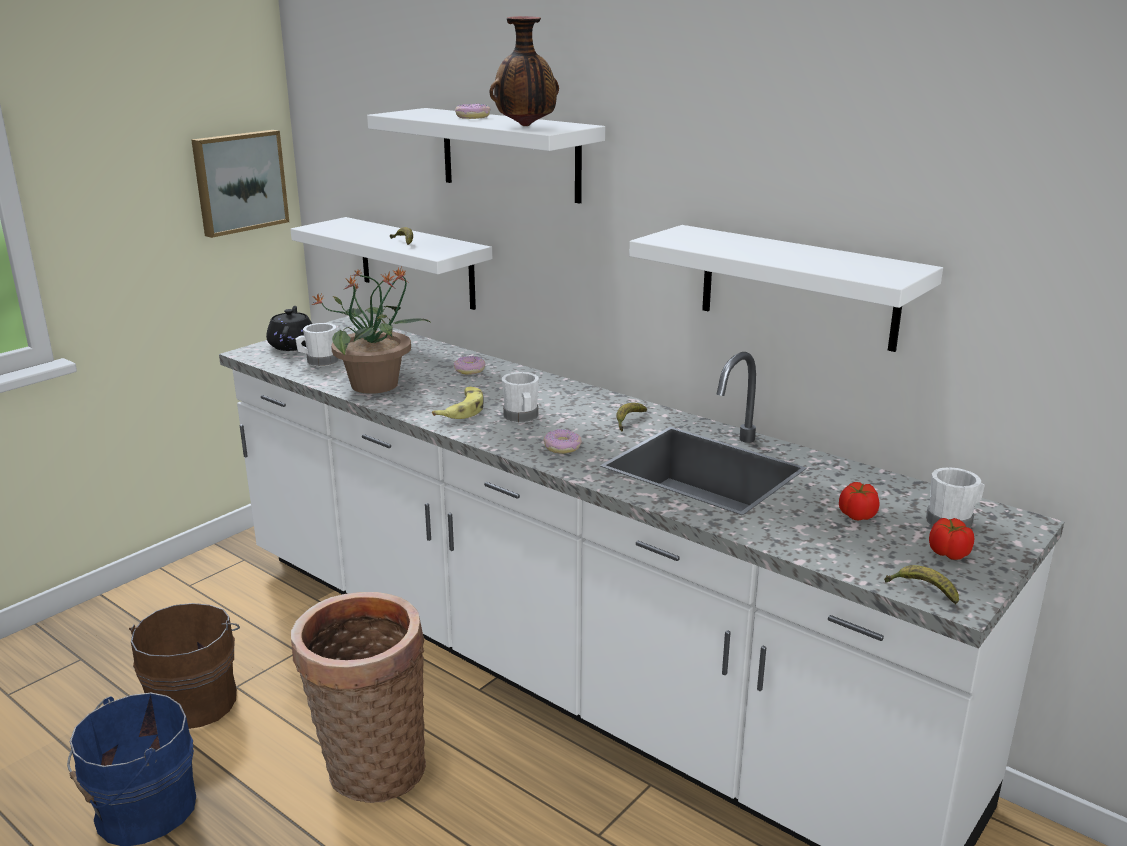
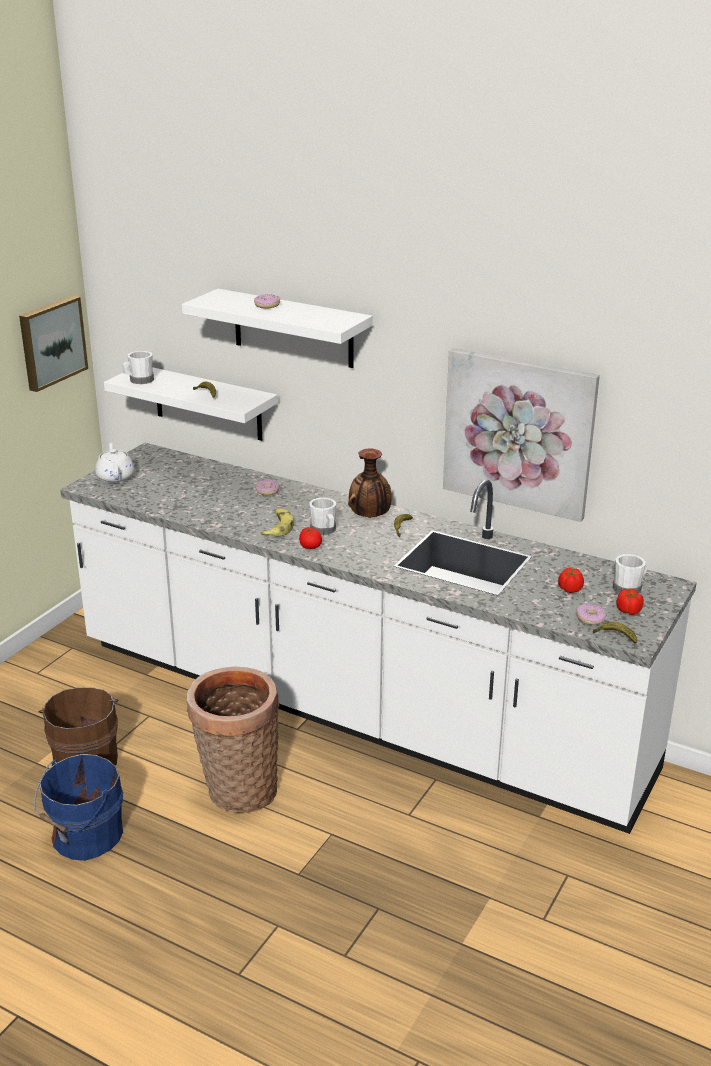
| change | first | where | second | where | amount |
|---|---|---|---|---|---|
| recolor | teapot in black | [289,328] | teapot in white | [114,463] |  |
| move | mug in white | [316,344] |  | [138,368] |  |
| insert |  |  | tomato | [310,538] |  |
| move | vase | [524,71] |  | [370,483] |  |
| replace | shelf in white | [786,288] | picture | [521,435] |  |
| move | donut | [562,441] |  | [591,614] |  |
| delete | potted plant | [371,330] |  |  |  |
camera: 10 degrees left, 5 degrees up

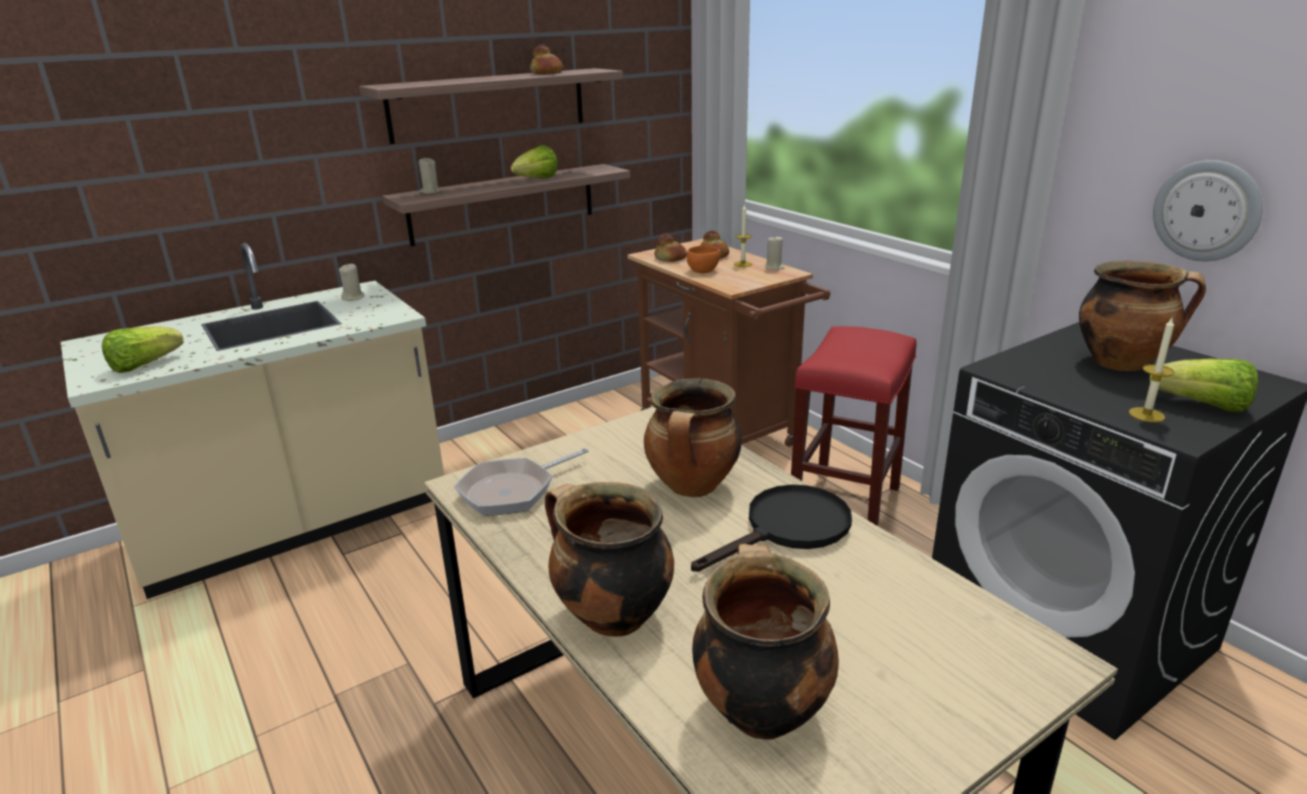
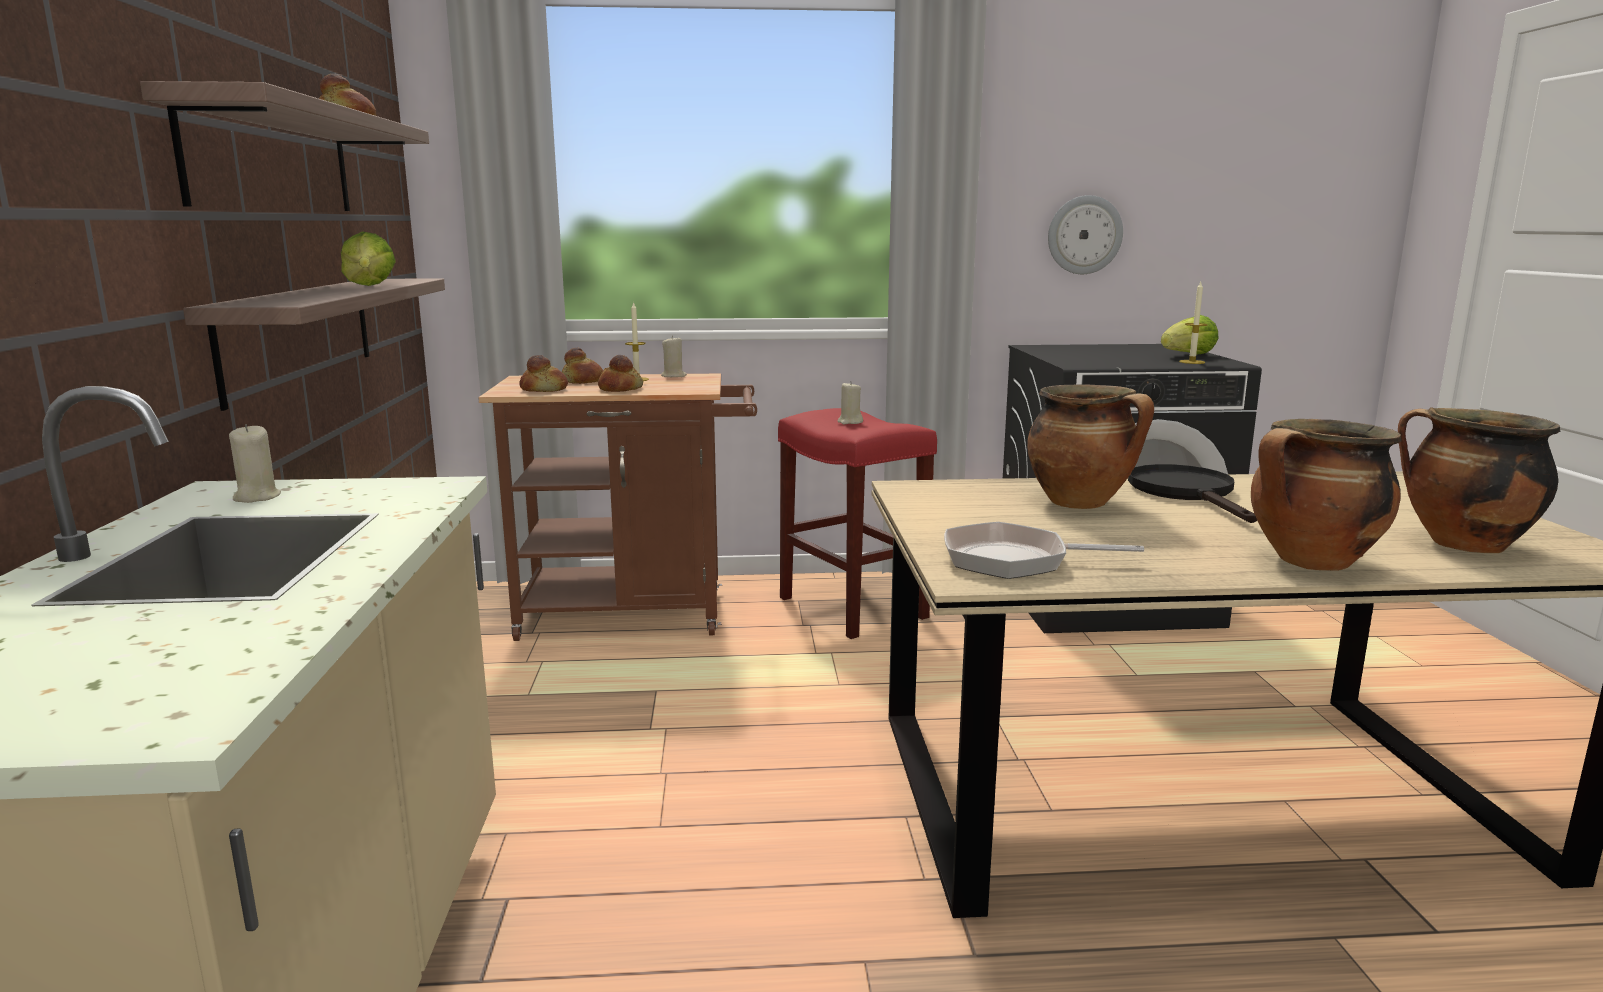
| change | first | where | second | where | amount |
|---|---|---|---|---|---|
| replace | bowl in orange | [703,259] | bread | [620,373] |  |
| move | candle in beige | [430,176] |  | [850,402] |  |
| rotate | frying pan | [521,482] |  | [1044,550] | 105 degrees clockwise |
| delete | lettuce | [143,349] |  |  |  |
| delete | cooking pot | [1142,316] |  |  |  |
camera: 60 degrees left, 10 degrees down

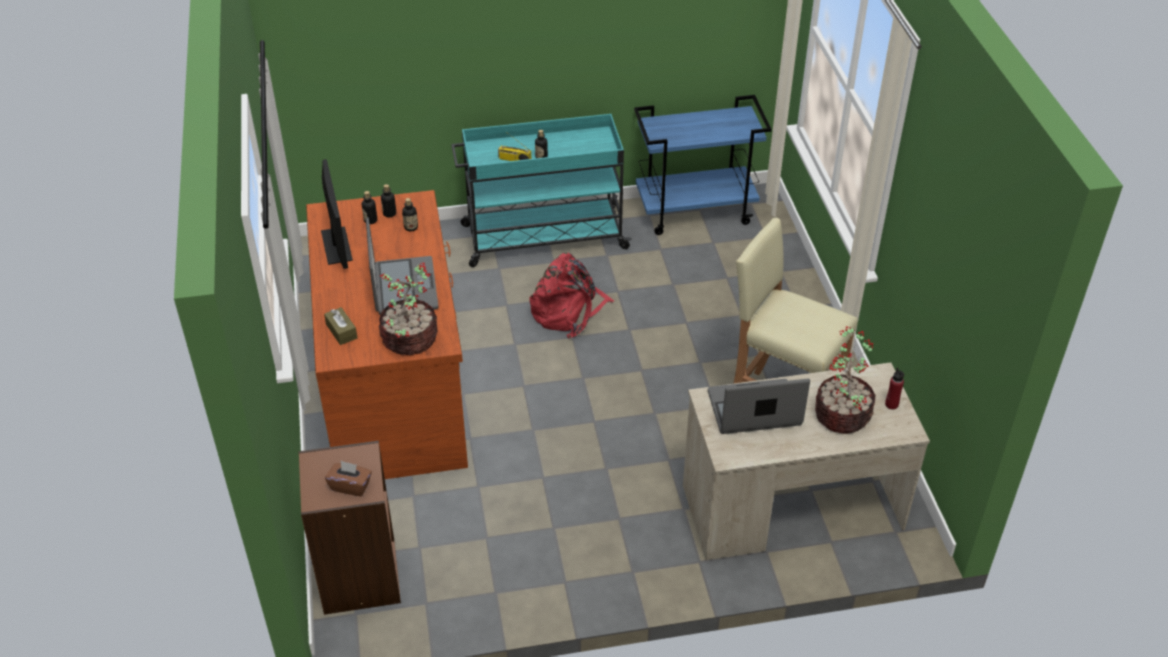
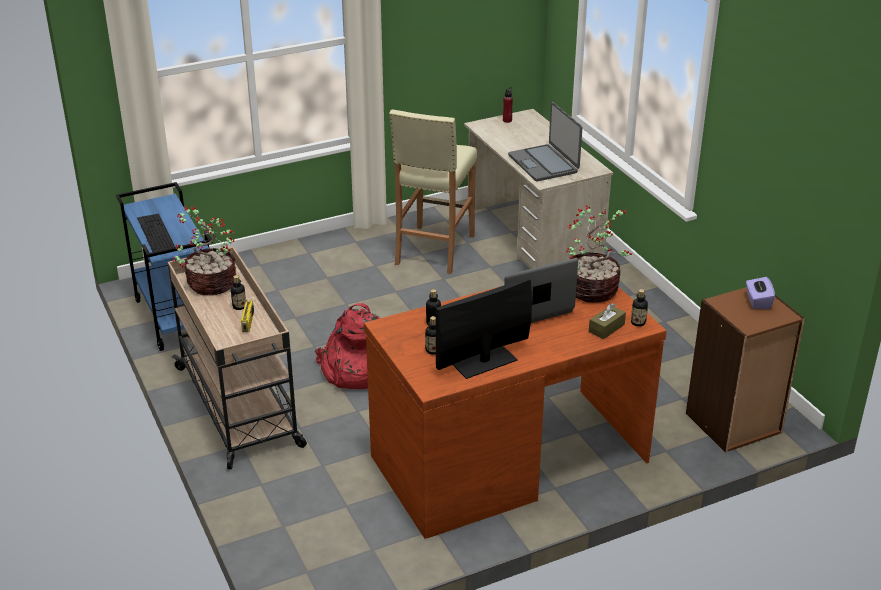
| change | first | where | second | where | amount |
|---|---|---|---|---|---|
| insert |  |  | keyboard | [156,232] |  |
| recolor | cart in turquoise | [541,190] | cart in beige | [237,358] |  |
| move | potted plant | [845,380] |  | [204,251] |  |
| move | bottle | [388,200] |  | [639,308] |  |
| recolor | tissue box in brown | [348,478] | tissue box in purple | [760,293] |  |
camera: 105 degrees left, 10 degrees down

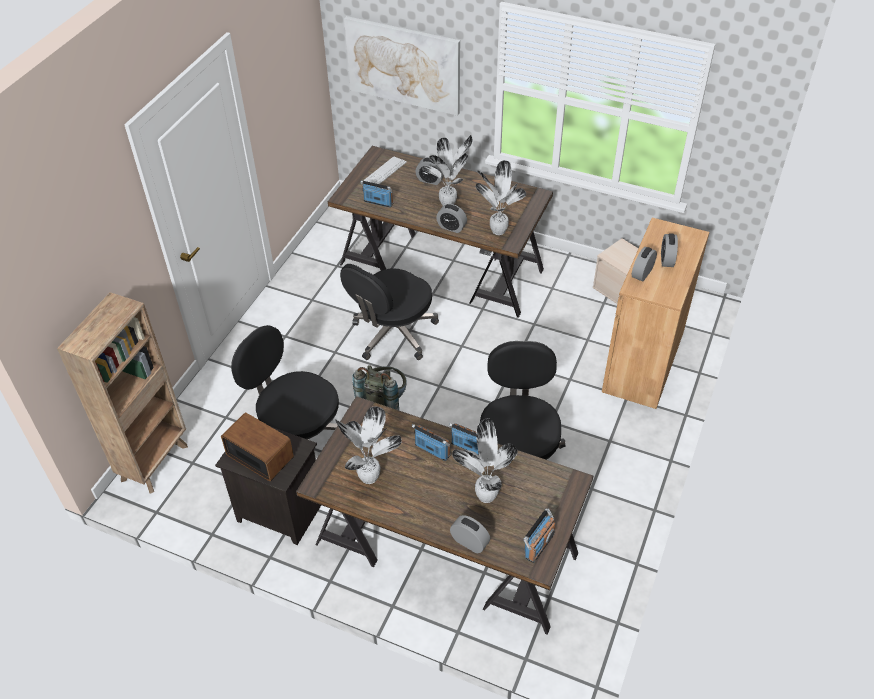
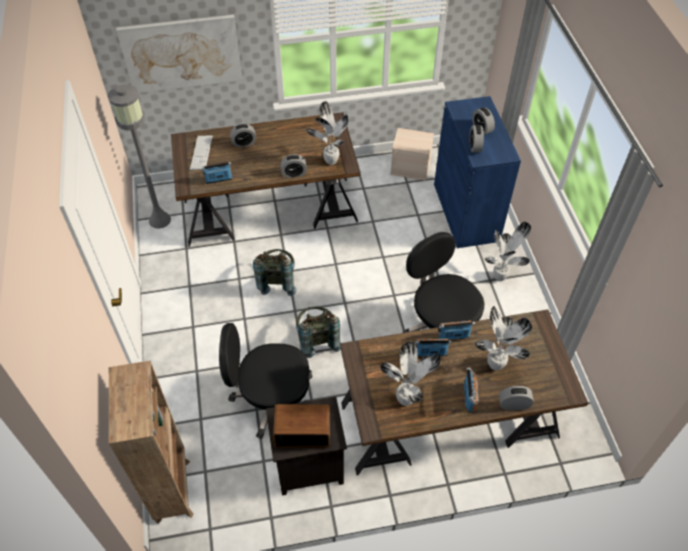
| change | first | where | second | where | amount |
|---|---|---|---|---|---|
| insert |  |  | floor lamp in grey | [139,157] |  |
| replace | office chair in black | [389,312] | backpack in grey | [275,272] |  |
| recolor | cabinet in brown | [656,313] | cabinet in blue | [477,172] |  |
| move | radio | [539,535] |  | [471,390] |  |
| move | potted plant | [447,170] |  | [508,251] |  |
camera: 35 degrees left, 5 degrees up

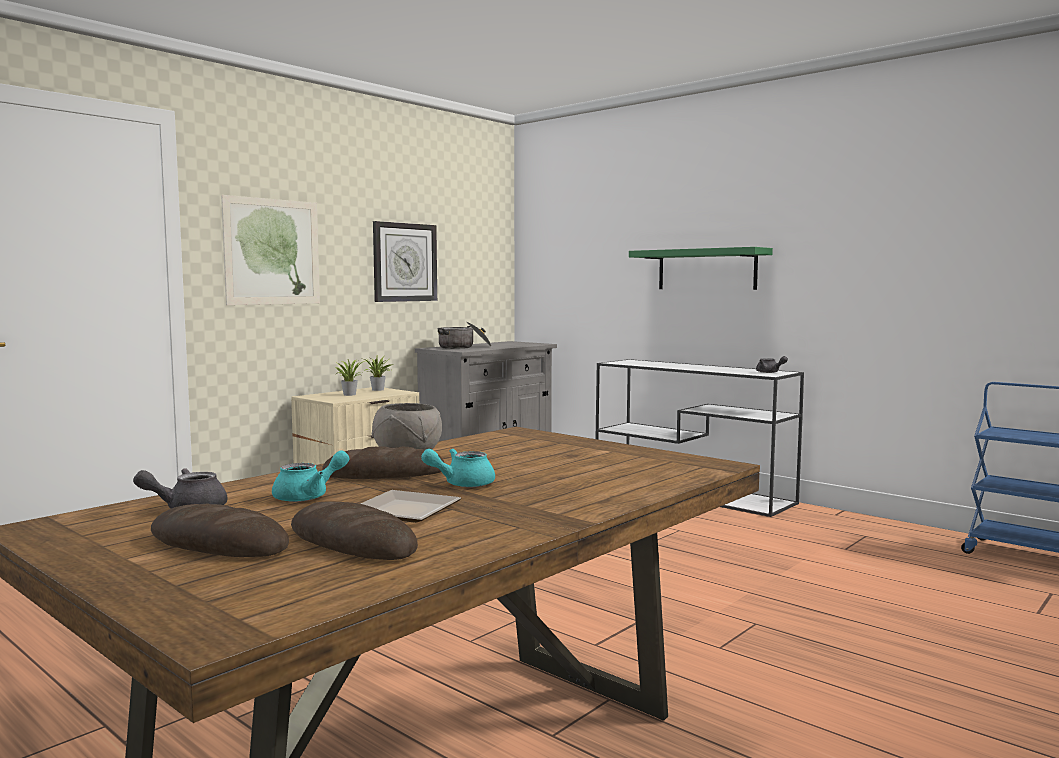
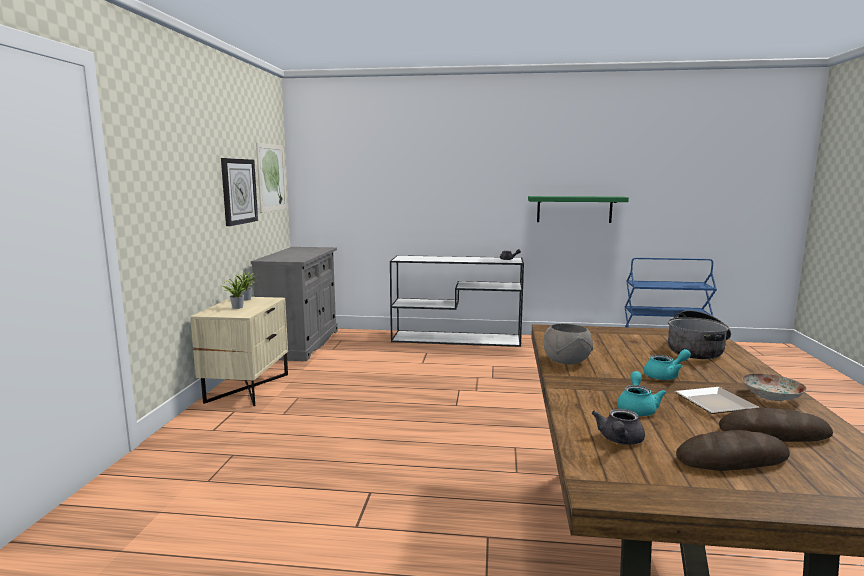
| change | first | where | second | where | amount |
|---|---|---|---|---|---|
| move | picture | [270,250] |  | [271,177] |  |
| move | shelf in green | [701,268] |  | [578,209] |  |
| rotate | teapot in turquoise | [458,467] |  | [667,364] | 135 degrees counterclockwise |
| move | cooking pot | [464,335] |  | [699,334] |  |
| insert |  |  | plate | [774,387] |  |
| delete | bread | [383,462] |  |  |  |
camera: 35 degrees left, 5 degrees up

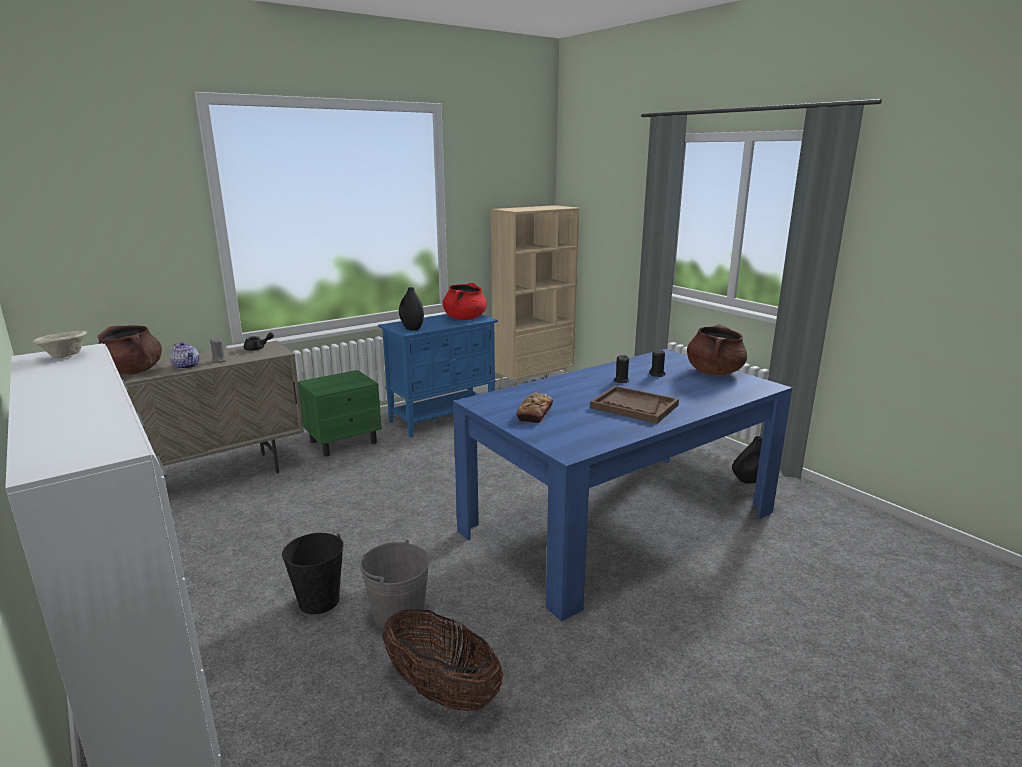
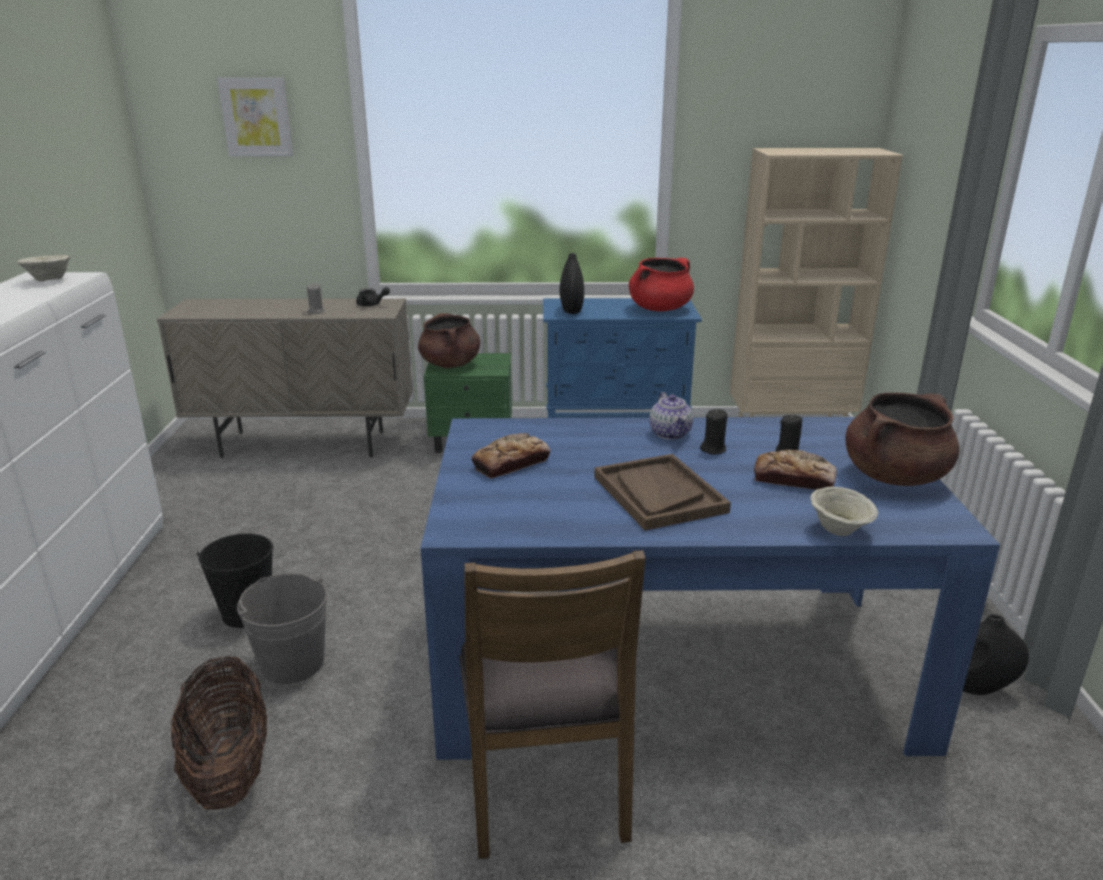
| change | first | where | second | where | amount |
|---|---|---|---|---|---|
| insert |  |  | picture | [255,116] |  |
| move | cooking pot in brown | [129,350] |  | [449,340] |  |
| insert |  |  | chair in brown | [552,704] |  |
| move | teapot | [184,355] |  | [671,416] |  |
| insert |  |  | bread | [795,470] |  |
| insert |  |  | bowl in beige | [844,511] |  |
camera: 35 degrees right, 5 degrees up

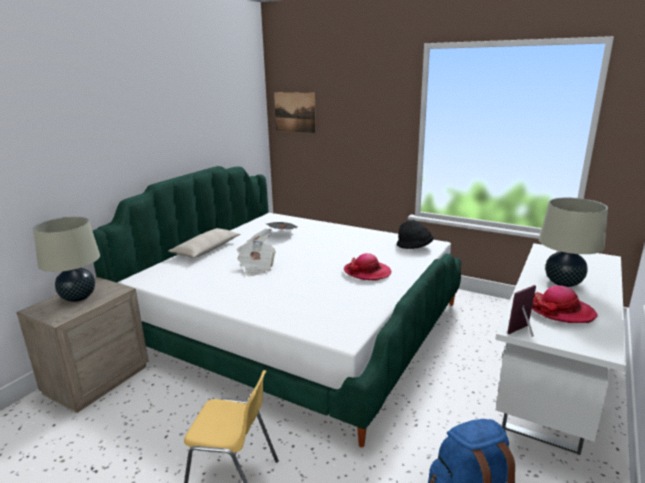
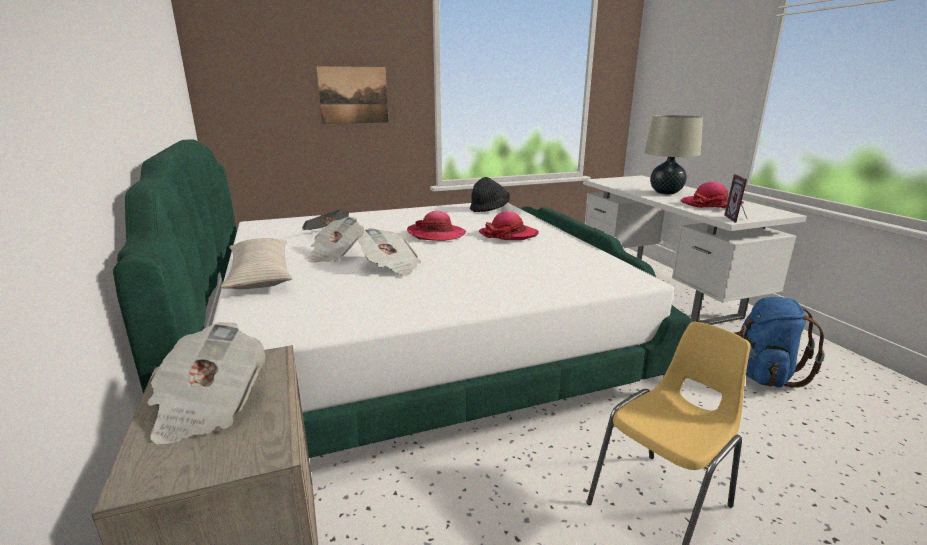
| change | first | where | second | where | amount |
|---|---|---|---|---|---|
| replace | table lamp in beige | [66,259] | newspaper | [206,383] |  |
| move | picture | [295,112] |  | [352,95] |  |
| insert |  |  | hat | [436,226] |  |
camera: 50 degrees left, 0 degrees up

